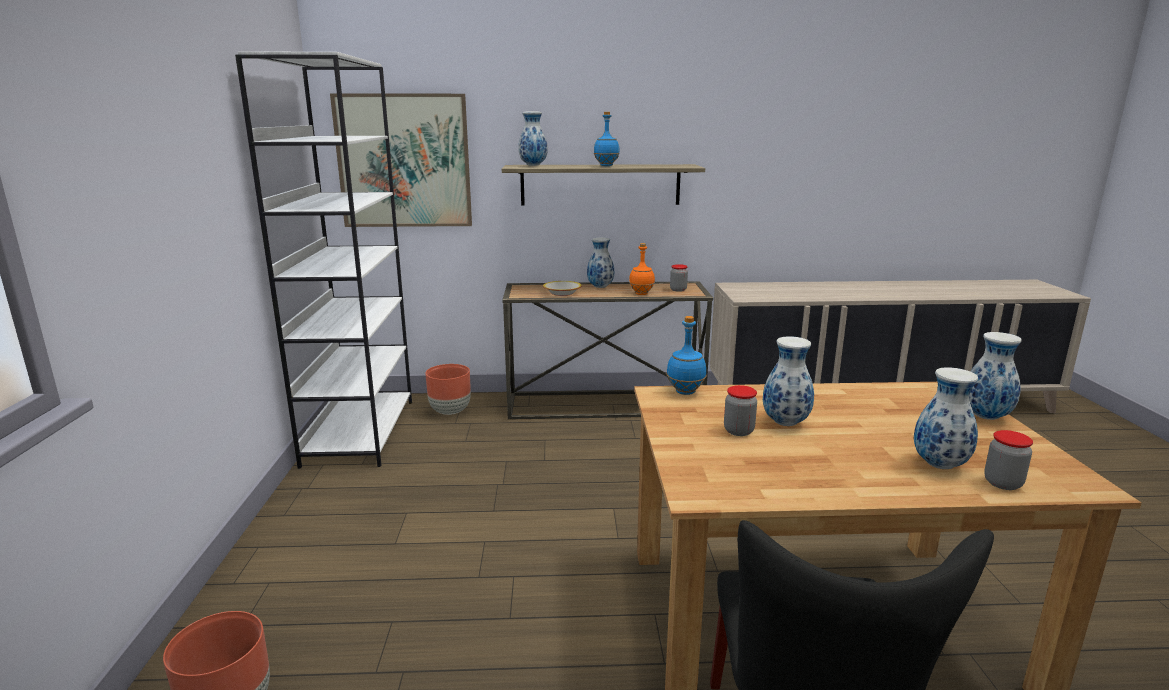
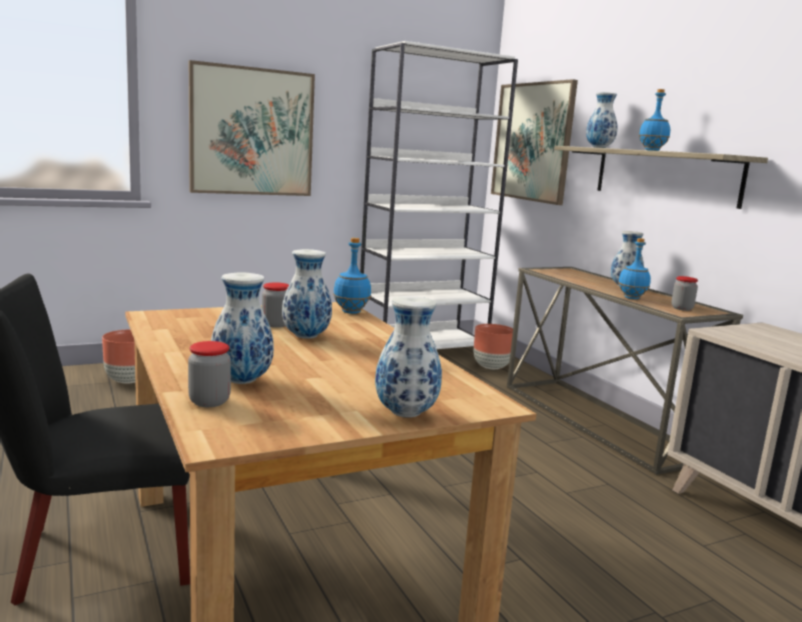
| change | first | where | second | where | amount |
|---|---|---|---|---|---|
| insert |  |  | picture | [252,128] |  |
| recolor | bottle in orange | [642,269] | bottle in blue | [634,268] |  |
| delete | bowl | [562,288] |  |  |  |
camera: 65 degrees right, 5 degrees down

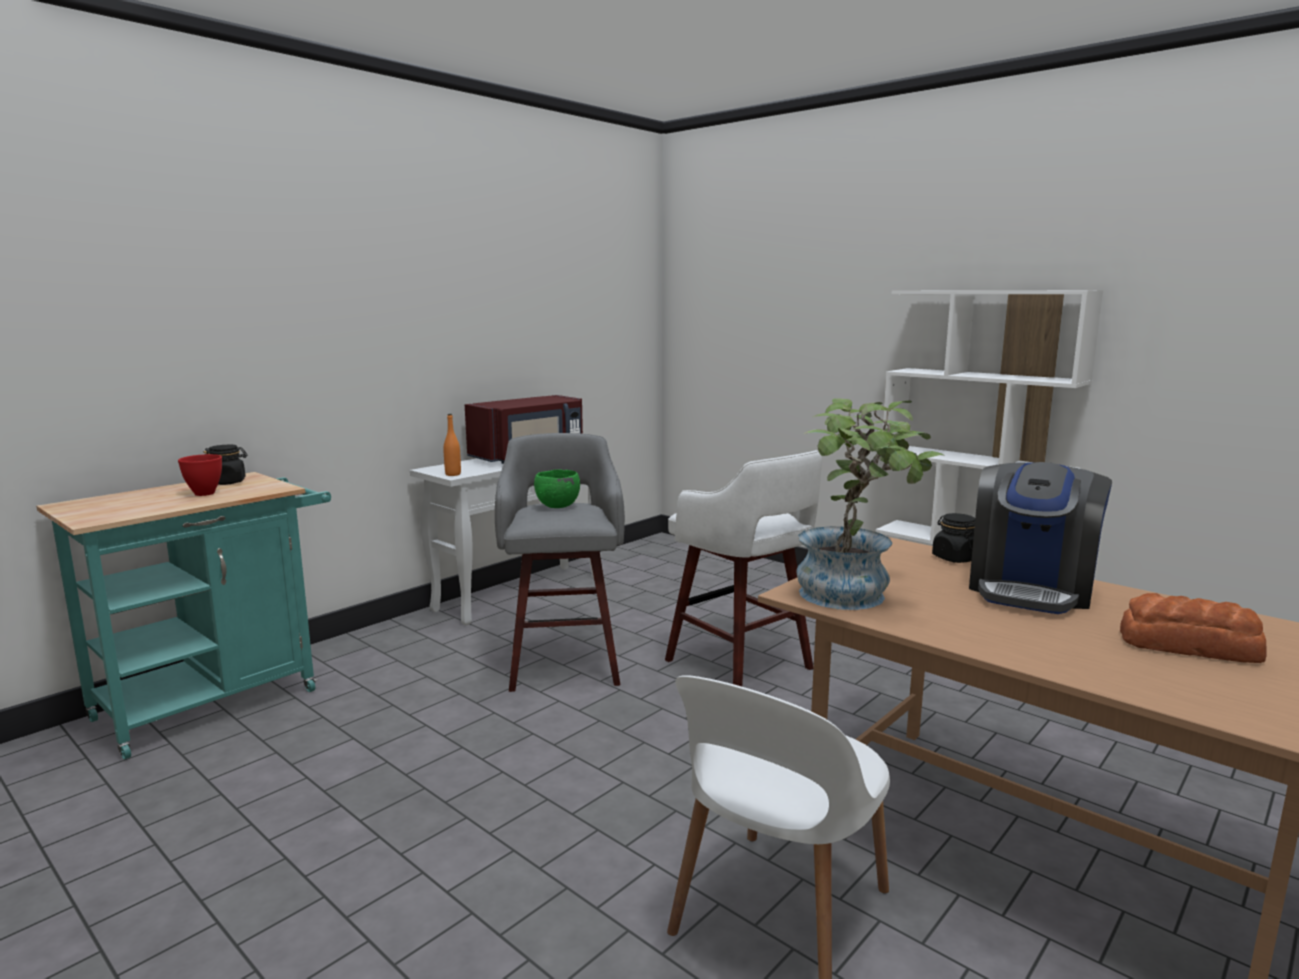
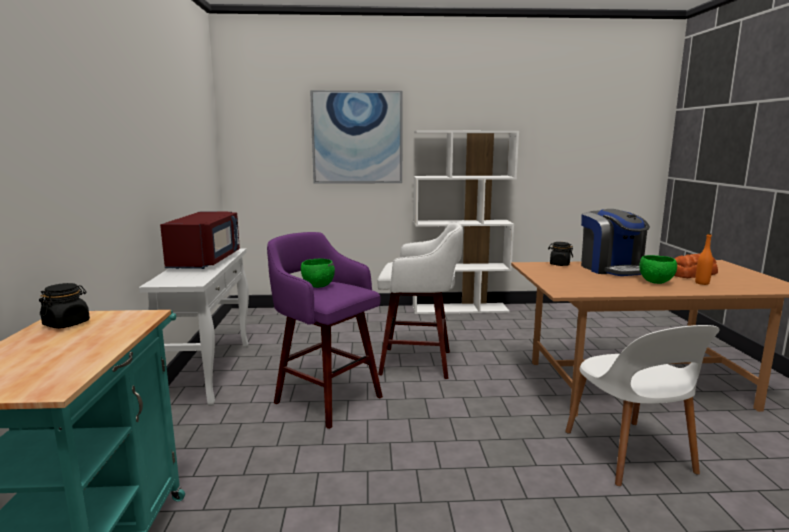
| change | first | where | second | where | amount |
|---|---|---|---|---|---|
| recolor | stool in grey | [560,562] | stool in purple | [325,330] |  |
| insert |  |  | picture | [356,137] |  |
| insert |  |  | bowl in green | [658,269] |  |
| move | bottle in orange | [452,445] |  | [704,259] |  |
| delete | bowl in red | [200,475] |  |  |  |
| delete | potted plant | [871,504] |  |  |  |
camera: 45 degrees left, 0 degrees up

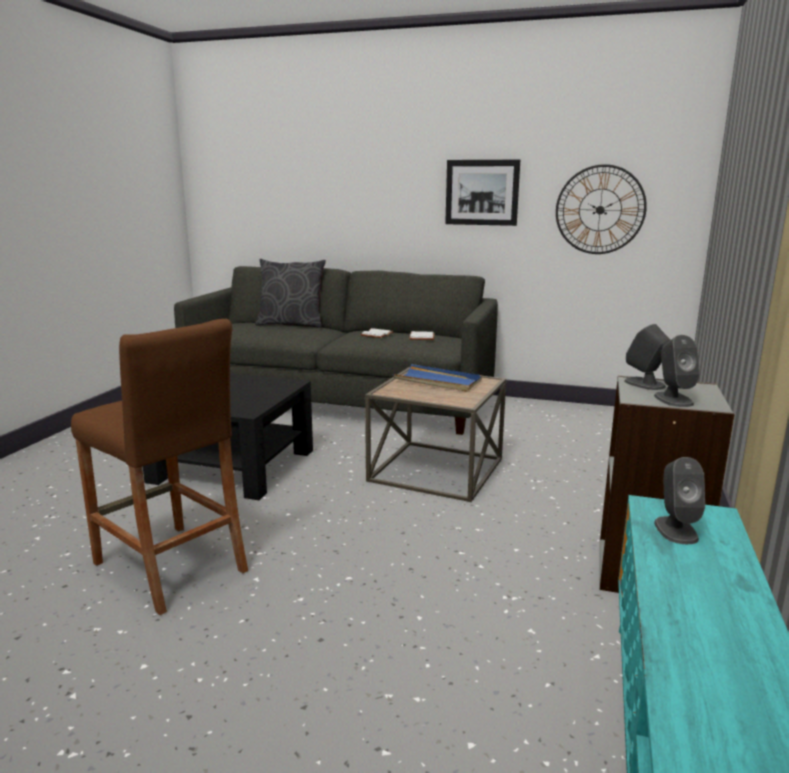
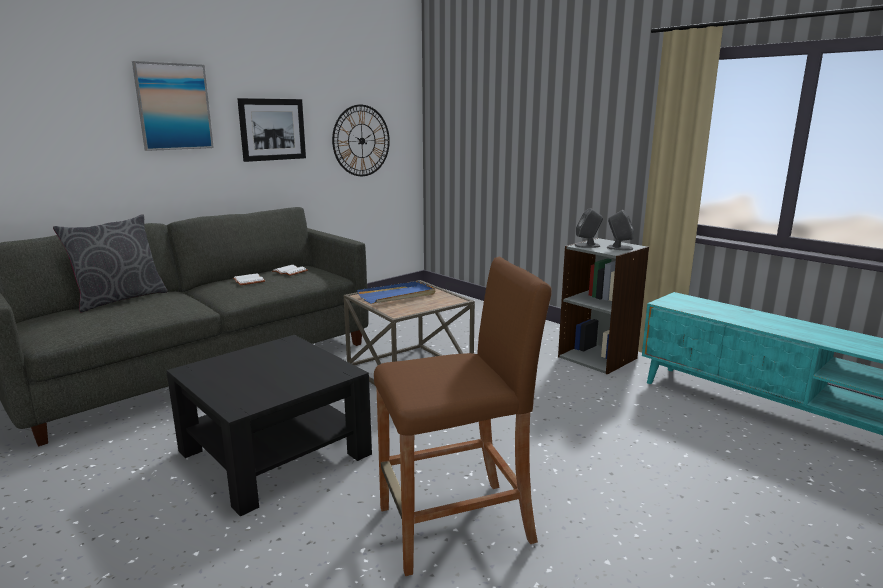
| change | first | where | second | where | amount |
|---|---|---|---|---|---|
| insert |  |  | picture | [173,106] |  |
| delete | speaker in grey | [679,500] |  |  |  |
camera: 60 degrees left, 0 degrees up

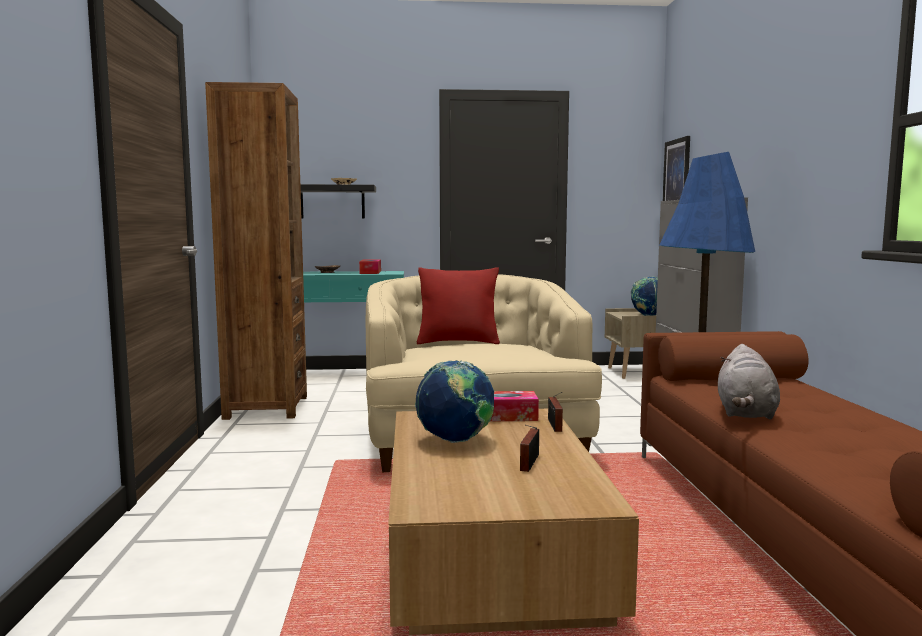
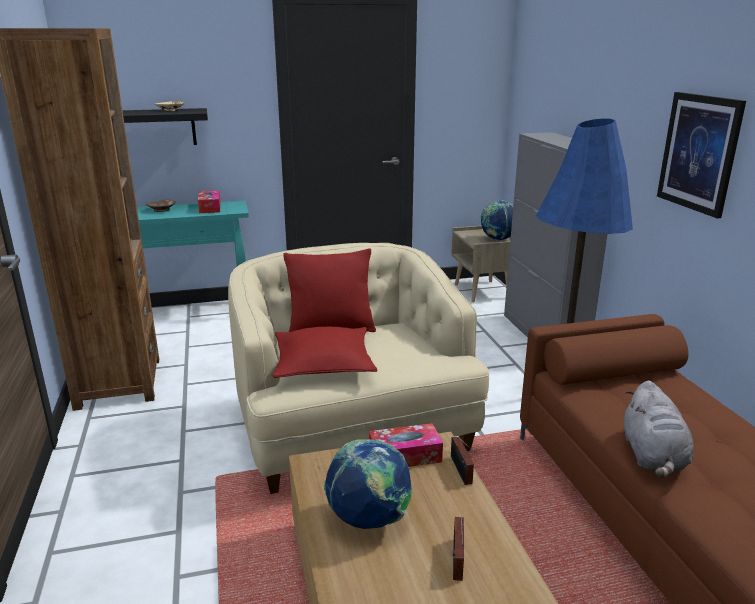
| change | first | where | second | where | amount |
|---|---|---|---|---|---|
| insert |  |  | pillow in red | [324,352] |  |
| move | picture | [676,168] |  | [701,155] |  |
camera: 10 degrees left, 15 degrees up

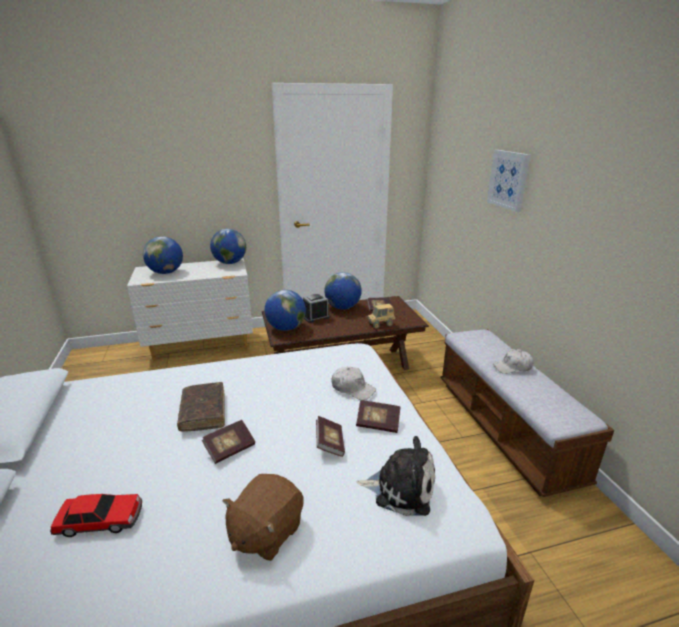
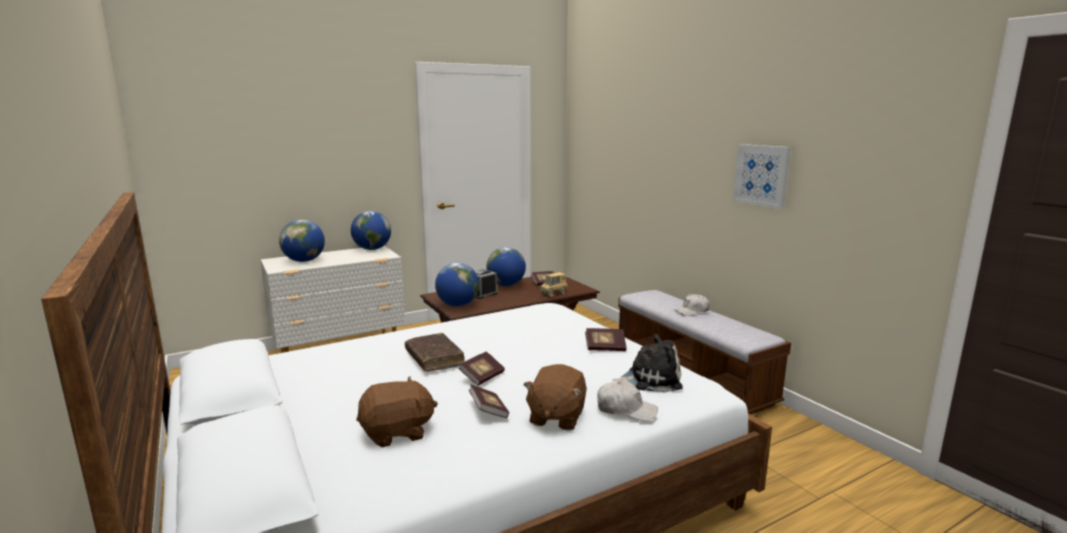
| change | first | where | second | where | amount |
|---|---|---|---|---|---|
| replace | toy car | [96,515] | plush toy in brown | [397,411] |  |
| move | book | [330,436] |  | [489,401] |  |
| move | cap in white | [353,383] |  | [627,401] |  |
| move | picture | [508,181] |  | [762,176] |  |
camera: 15 degrees left, 10 degrees down

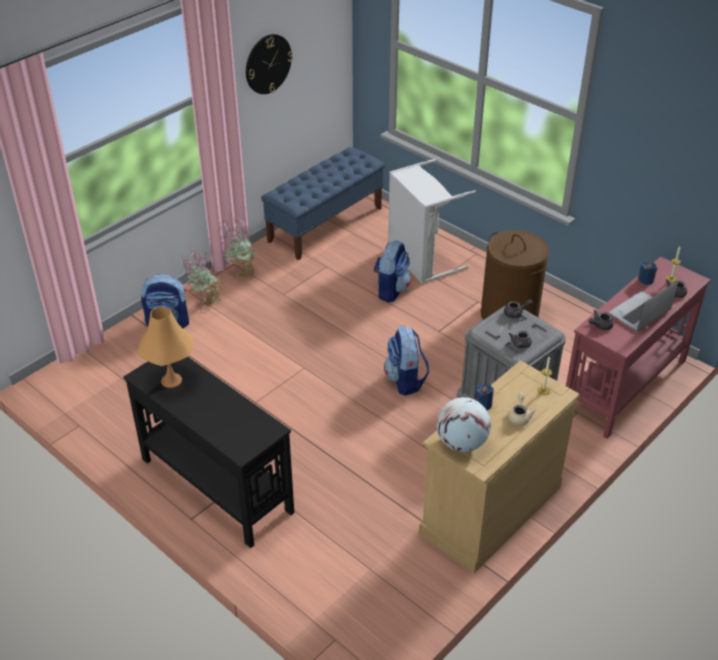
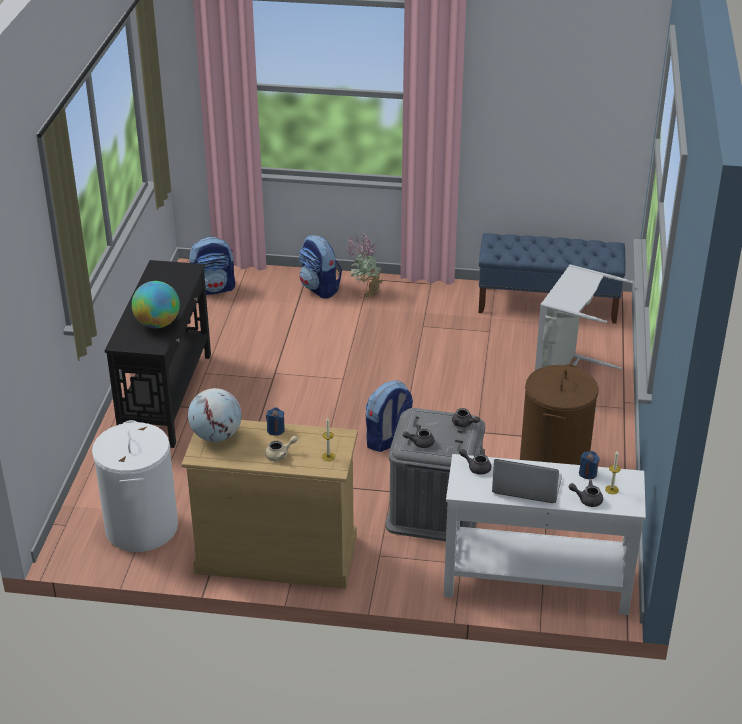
| change | first | where | second | where | amount |
|---|---|---|---|---|---|
| insert |  |  | laundry basket in white | [135,486] |  |
| insert |  |  | globe | [156,304] |  |
| move | backpack | [392,271] |  | [212,266] |  |
| recolor | console table in red | [638,347] | console table in white | [544,534] |  |
| delete | table lamp in orange | [165,347] |  |  |  |
| delete | potted plant | [238,249] |  |  |  |
| delete | wall clock | [269,64] |  |  |  |
camera: 55 degrees right, 5 degrees down

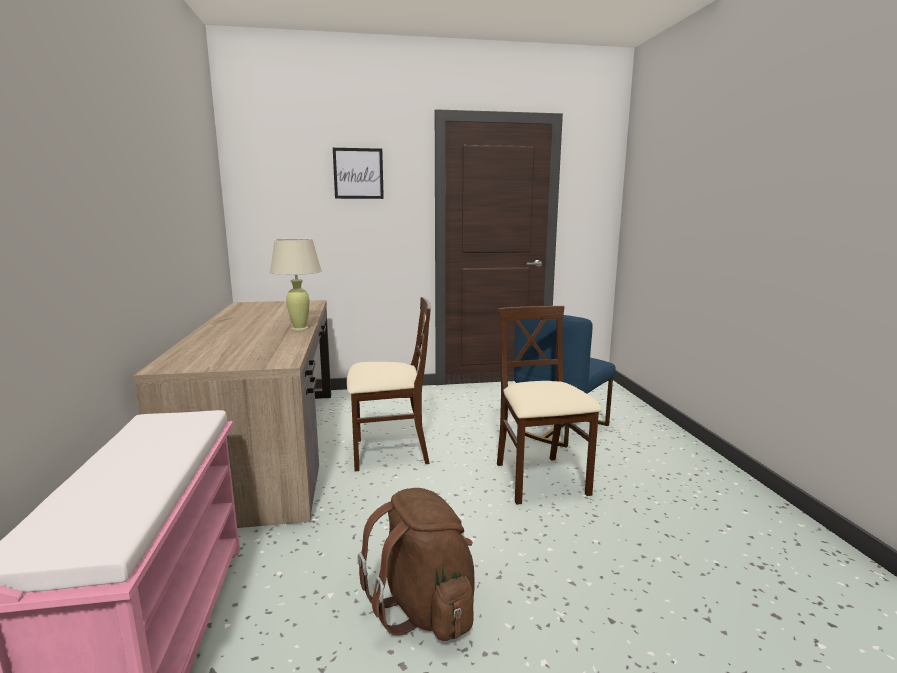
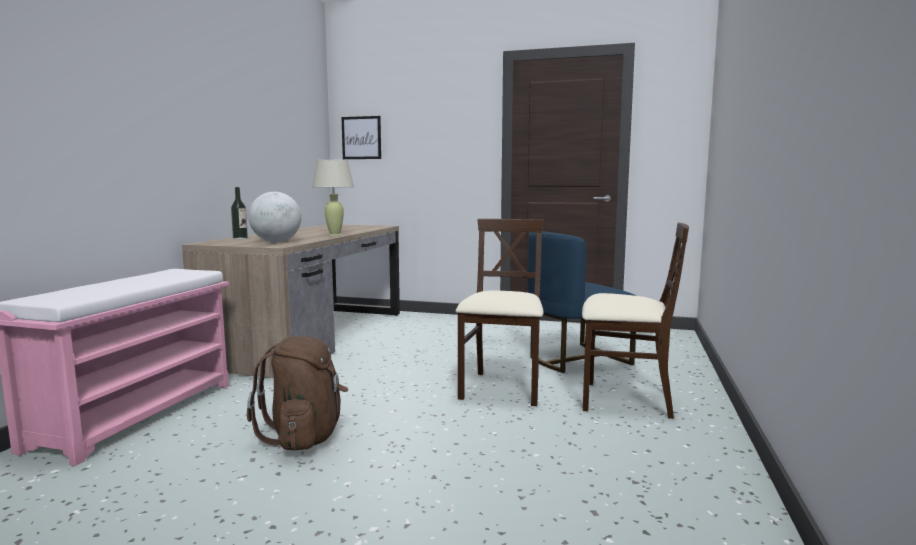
| change | first | where | second | where | amount |
|---|---|---|---|---|---|
| insert |  |  | bottle | [239,213] |  |
| insert |  |  | globe | [274,217] |  |
| move | picture | [358,173] |  | [361,137] |  |
| move | chair in beige | [389,384] |  | [635,320] |  |
camera: 25 degrees right, 5 degrees down

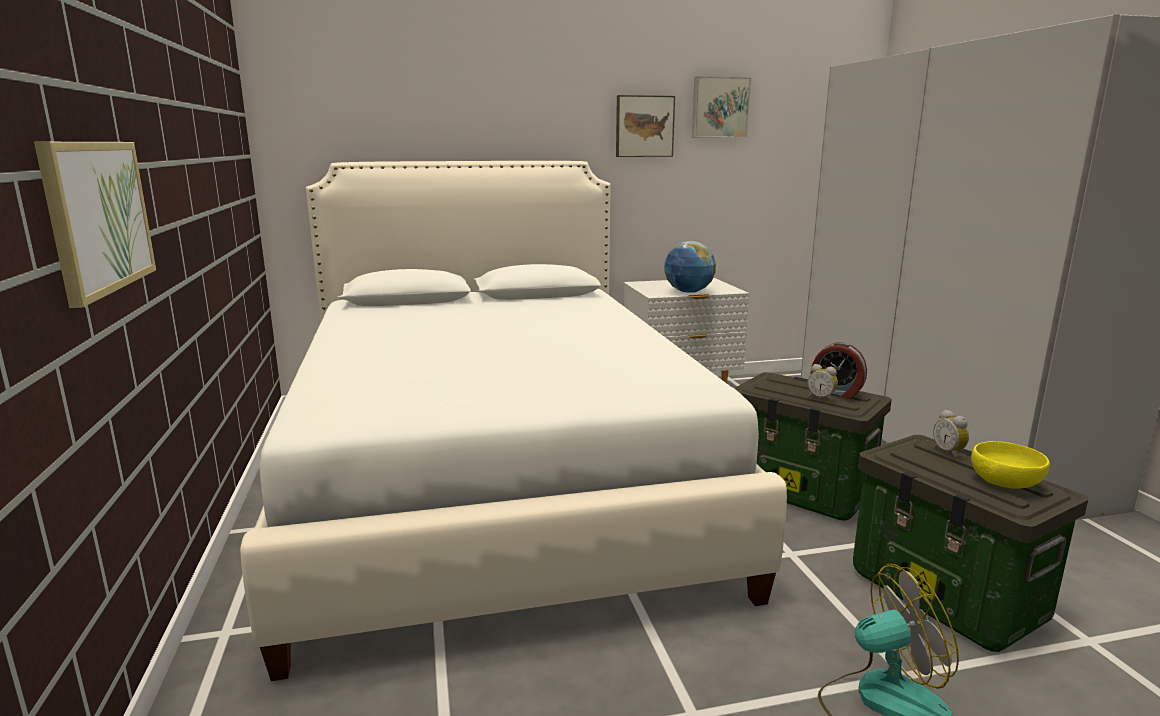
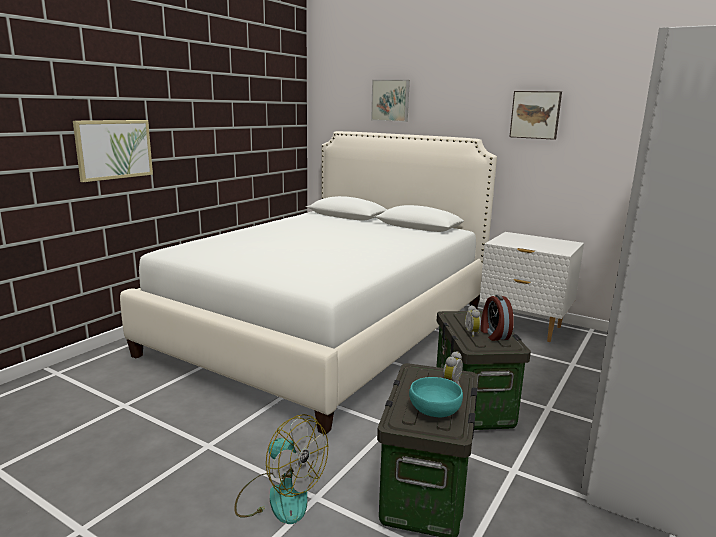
| change | first | where | second | where | amount |
|---|---|---|---|---|---|
| move | picture | [721,107] |  | [390,101] |  |
| recolor | bowl in yellow | [1010,465] | bowl in turquoise | [436,397] |  |
| delete | globe | [690,267] |  |  |  |
camera: 45 degrees right, 0 degrees up

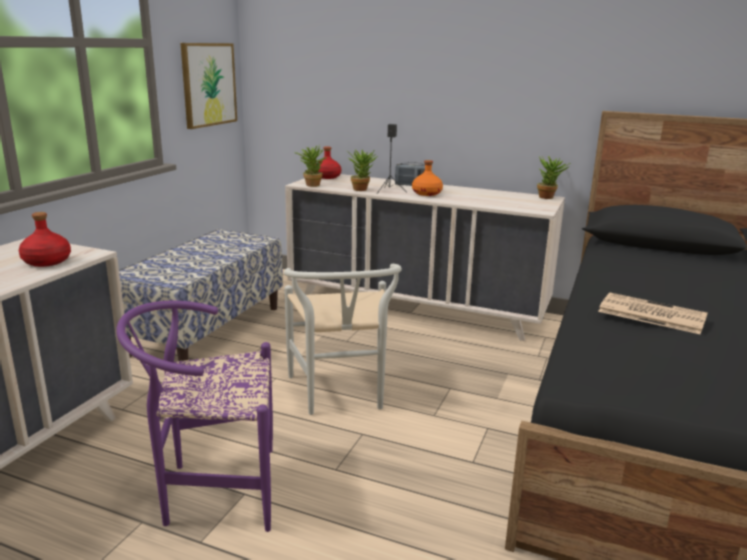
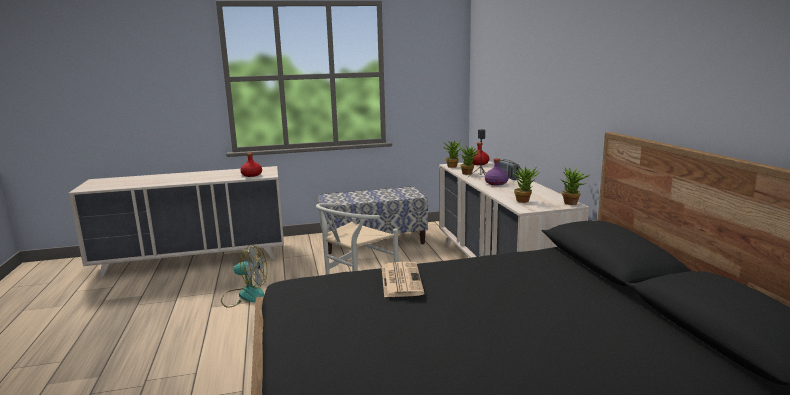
| change | first | where | second | where | amount |
|---|---|---|---|---|---|
| replace | chair in purple | [194,416] | fan | [244,276] |  |
| recolor | bottle in orange | [427,178] | bottle in purple | [496,171] |  |
| insert |  |  | potted plant | [525,184] |  |
| delete | picture | [208,86] |  |  |  |
camera: 55 degrees right, 5 degrees down

